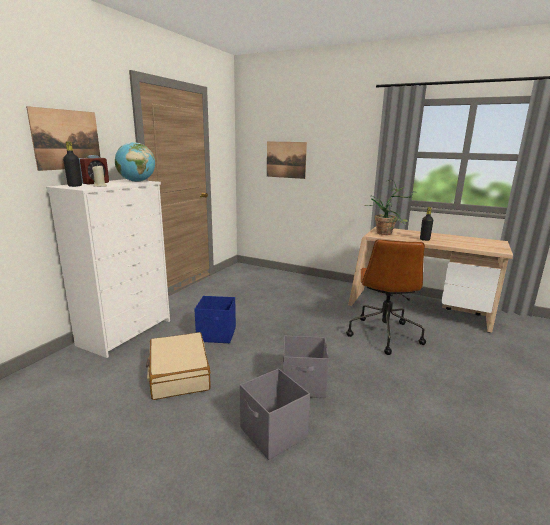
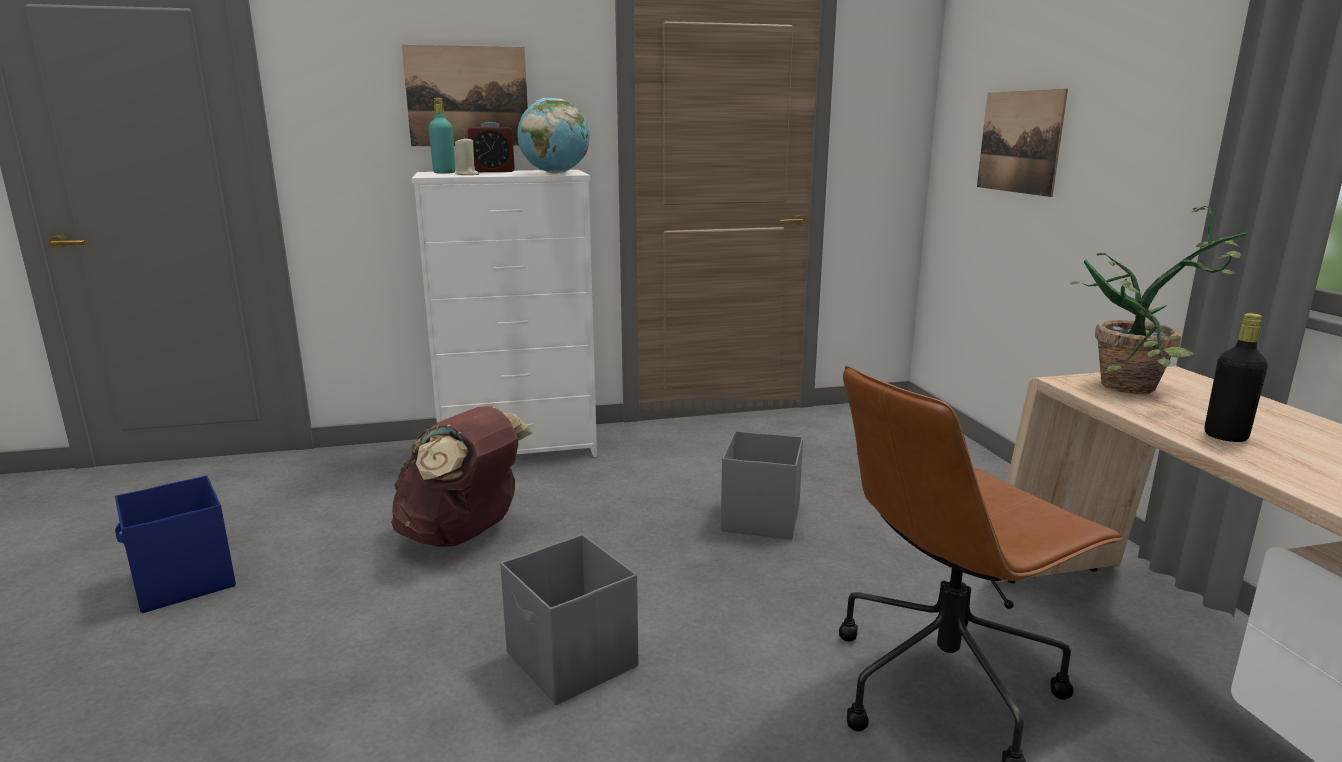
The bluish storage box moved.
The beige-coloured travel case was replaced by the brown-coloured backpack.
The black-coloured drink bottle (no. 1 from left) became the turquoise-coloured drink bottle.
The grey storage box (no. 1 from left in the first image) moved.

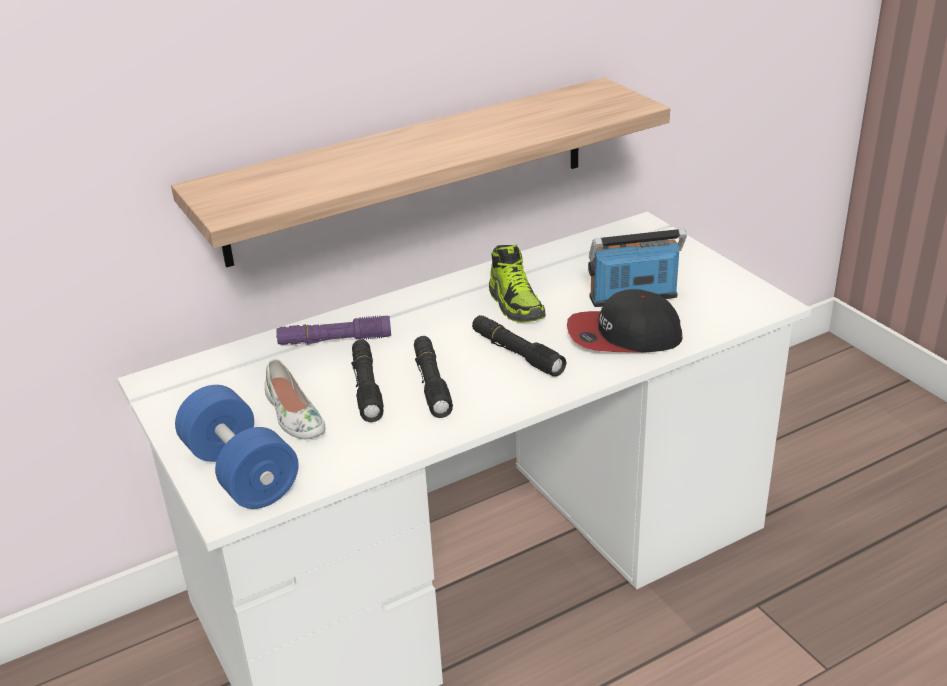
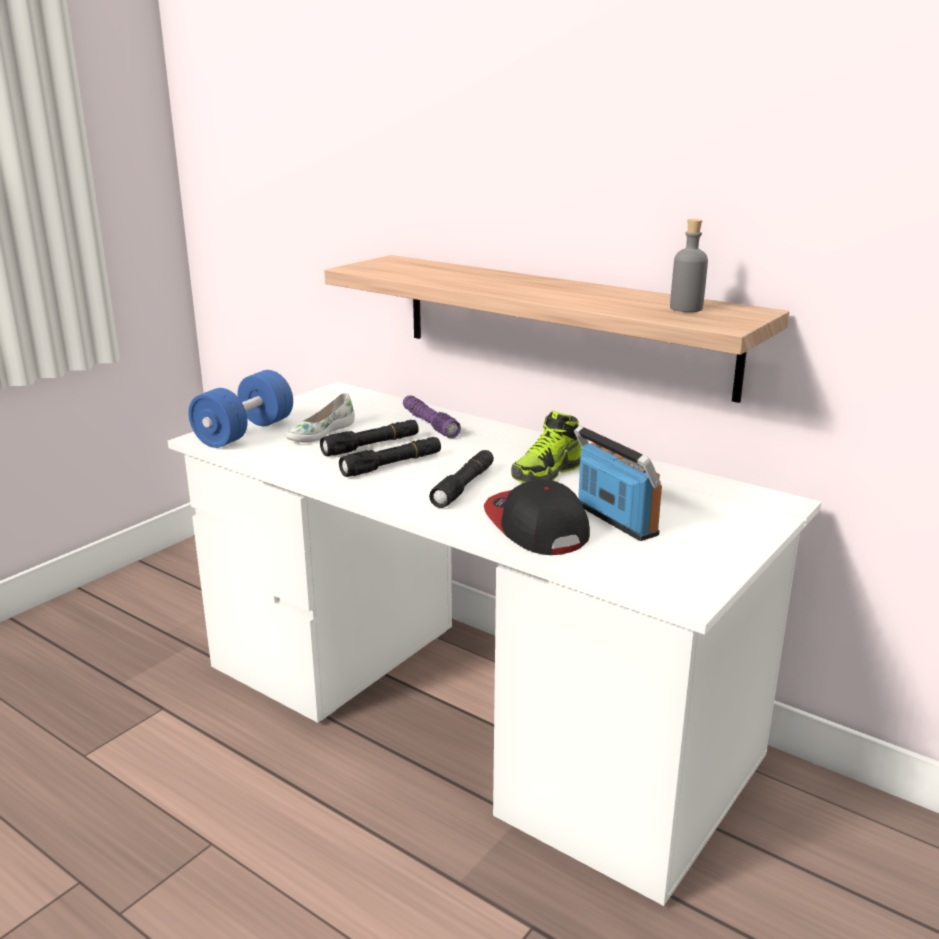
The grey drink bottle appeared.

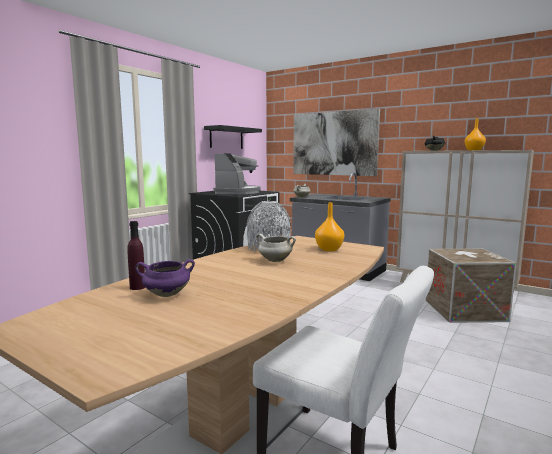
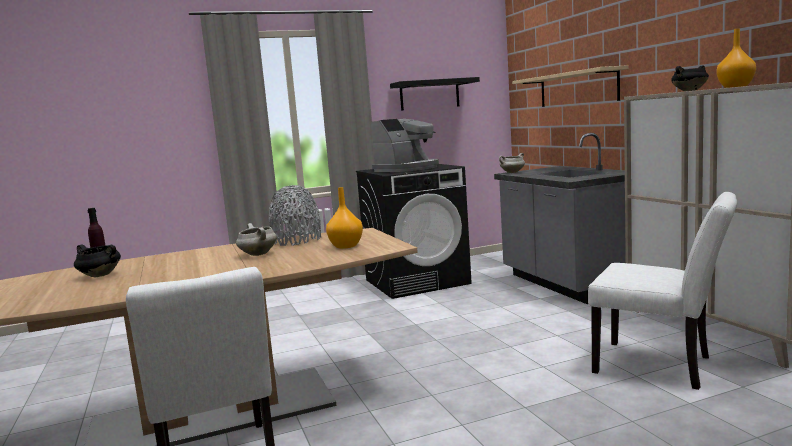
The purple stockpot became the black-coloured stockpot (no. 1 from left).
The wall picture was replaced by the beige-coloured wall shelf.
The crate was replaced by the white chair (no. 2 from left).

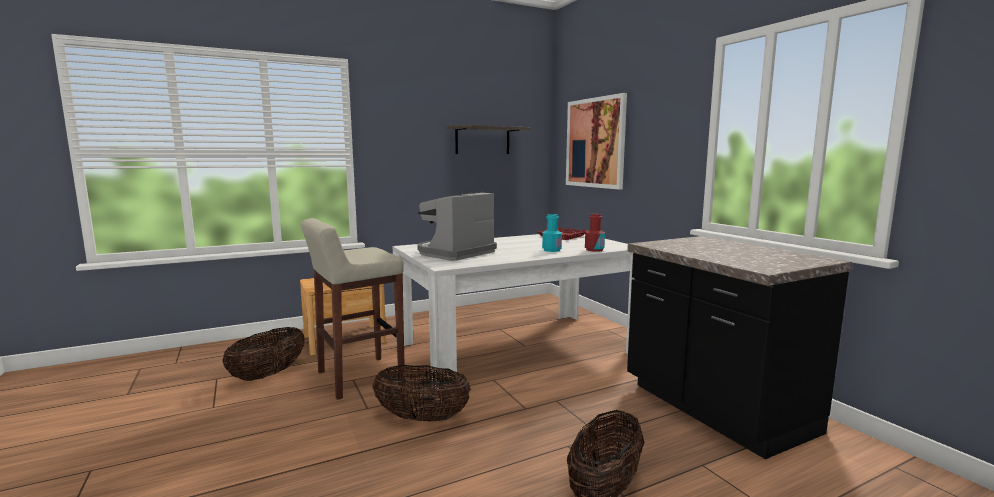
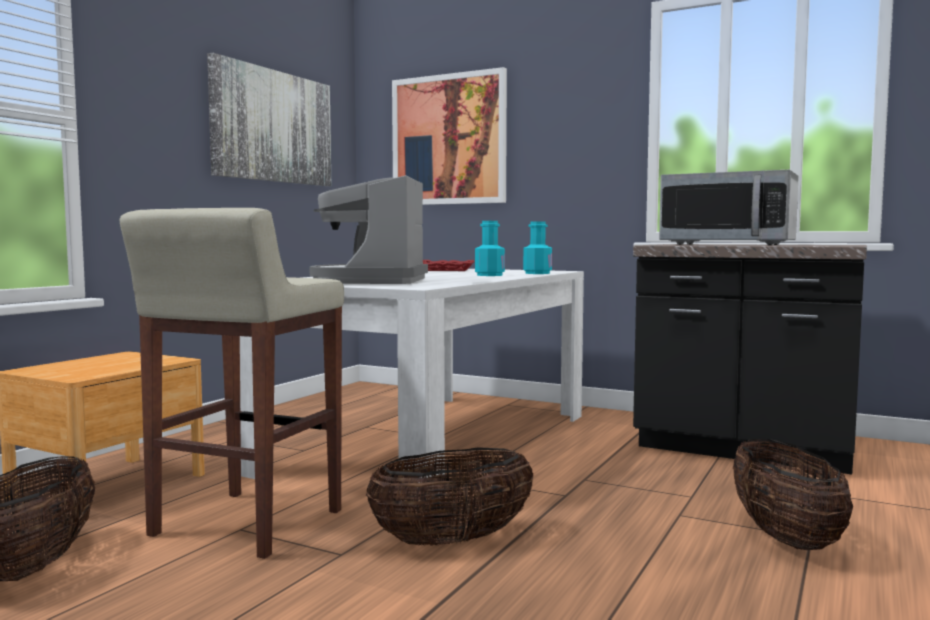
The wall shelf was replaced by the wall picture (no. 1 from left).
The red drink bottle became the turquoise-coloured drink bottle (no. 2 from left).
The microwave appeared.

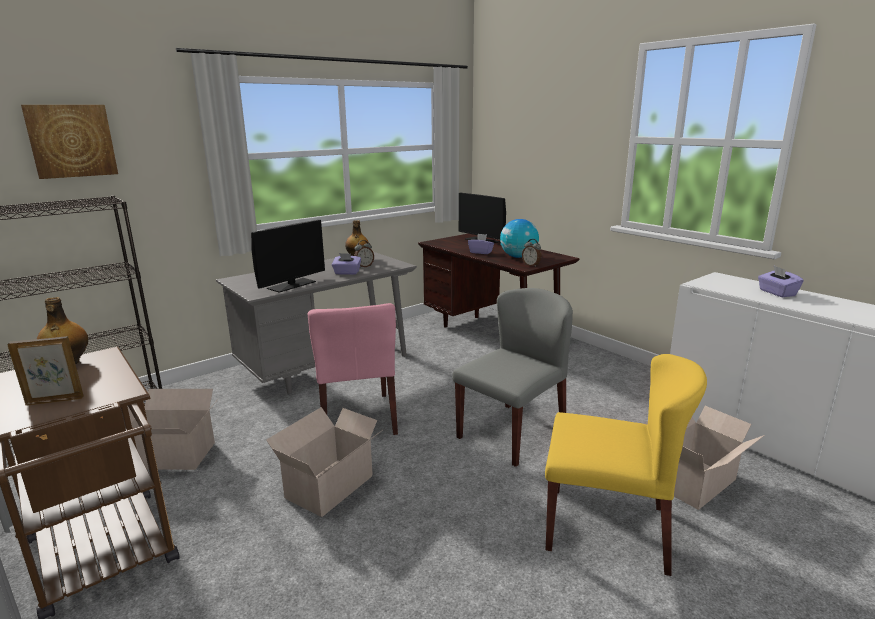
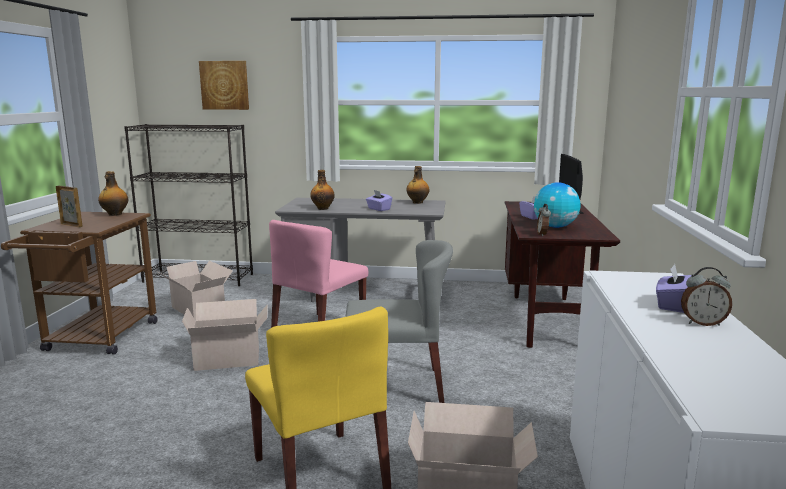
The computer screen (no. 1 from left) was replaced by the drink bottle (no. 2 from left).
The bedside clock (no. 1 from left in the first image) moved.

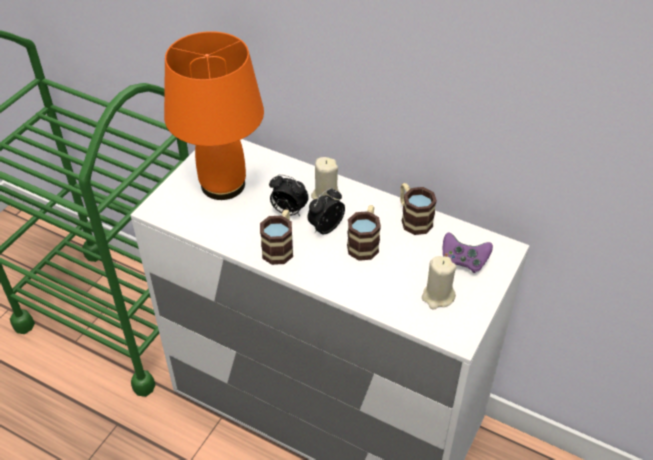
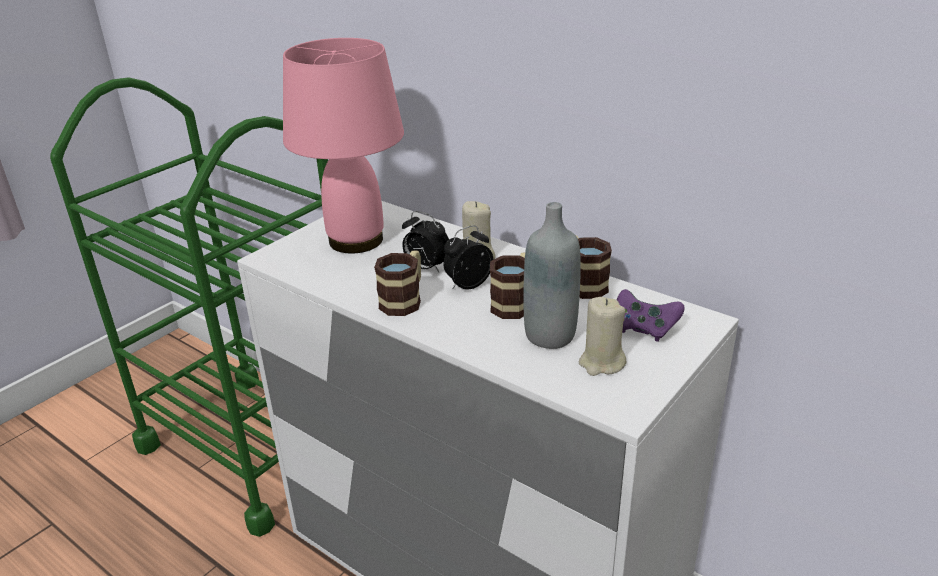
The orangey table lamp became the pinkish table lamp.
The grey drink bottle appeared.

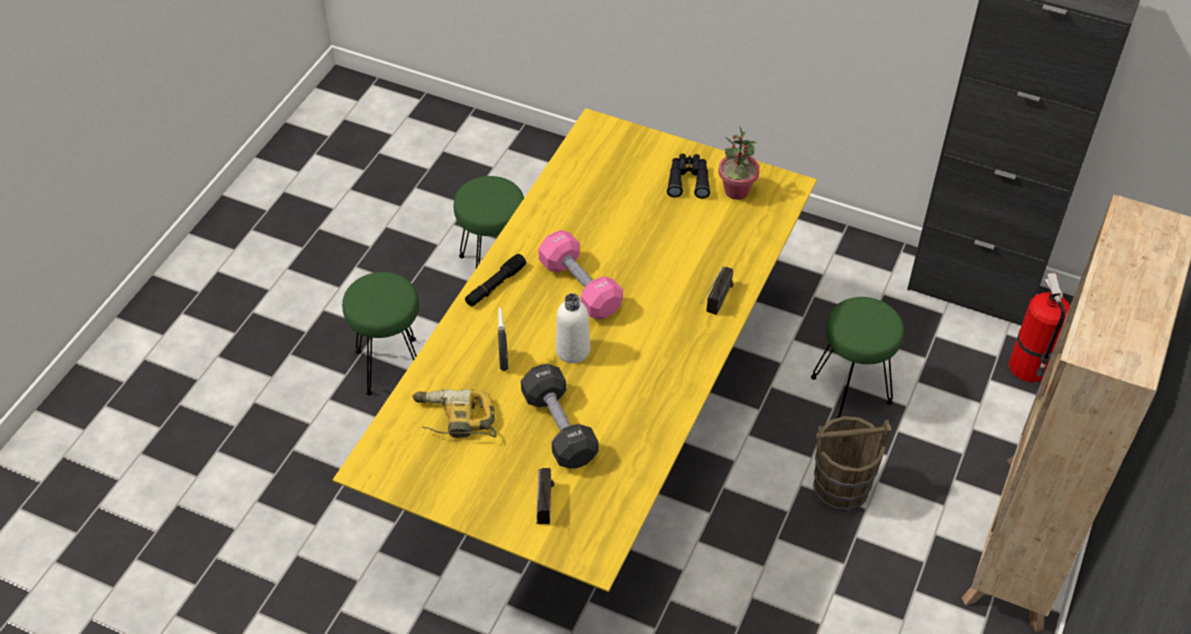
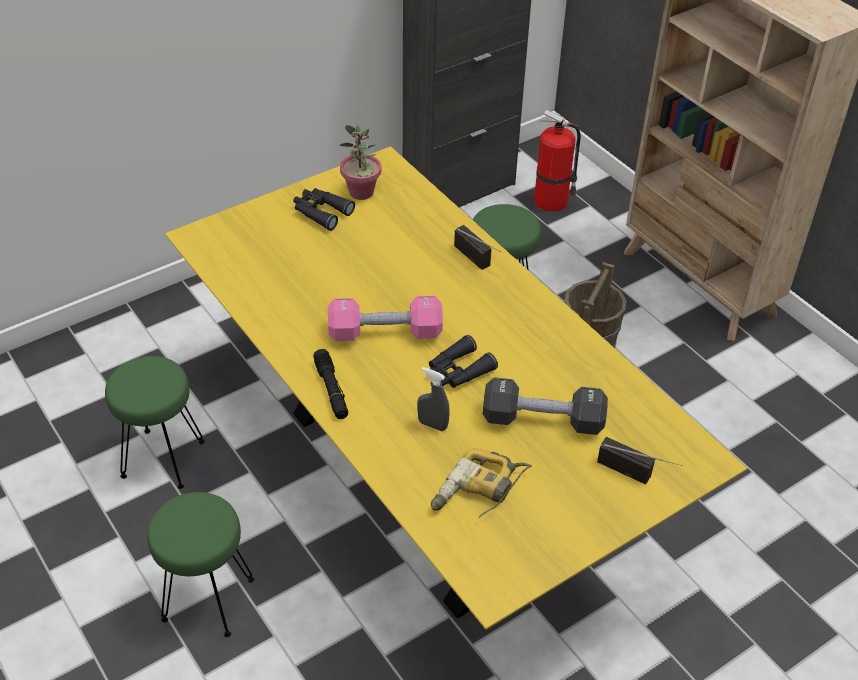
The white drink bottle was replaced by the black-coloured pair of binoculars (no. 2 from left).

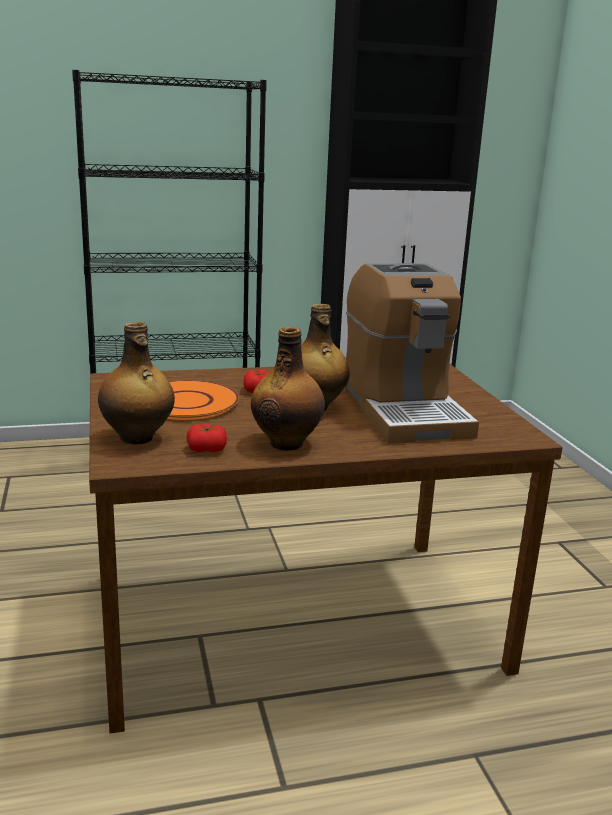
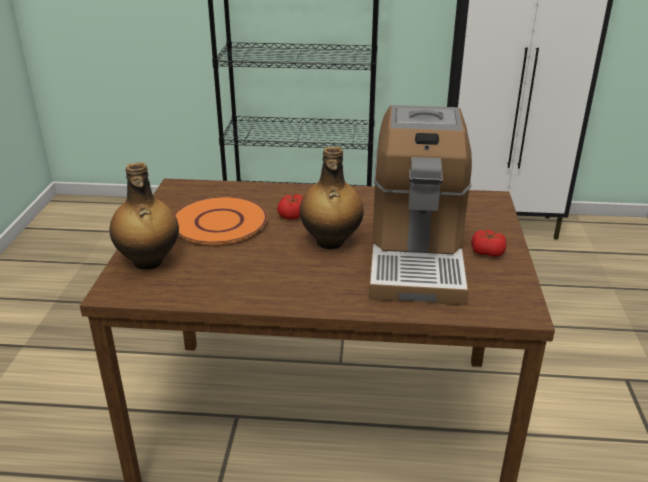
The tomato (no. 1 from left in the first image) moved.
The drink bottle (no. 2 from left) disappeared.

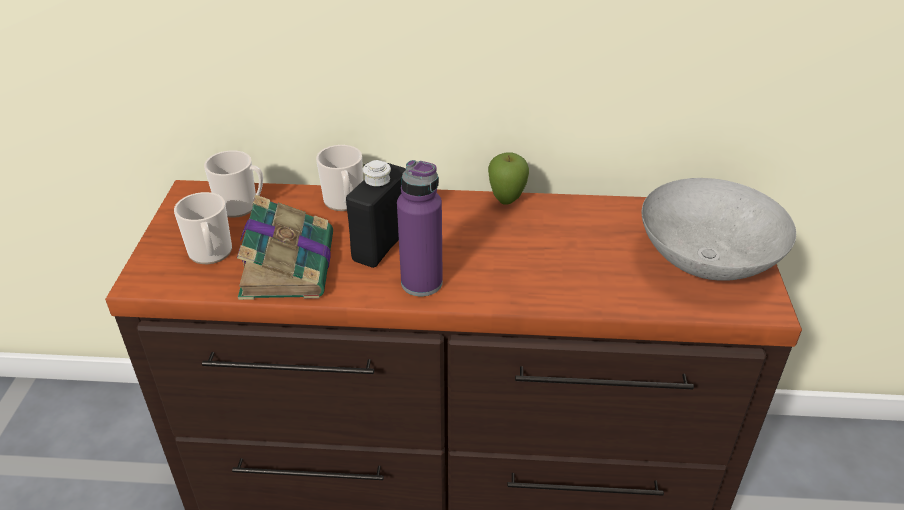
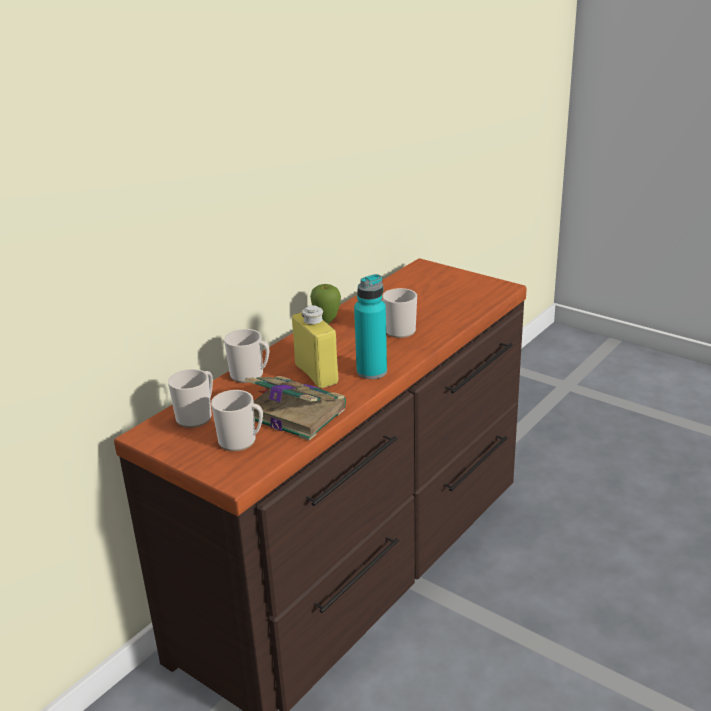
The black-coloured drink bottle became the yellow-coloured drink bottle.
The purple drink bottle became the turquoise-coloured drink bottle.
The mug (no. 4 from left) appeared.
The grey bowl disappeared.

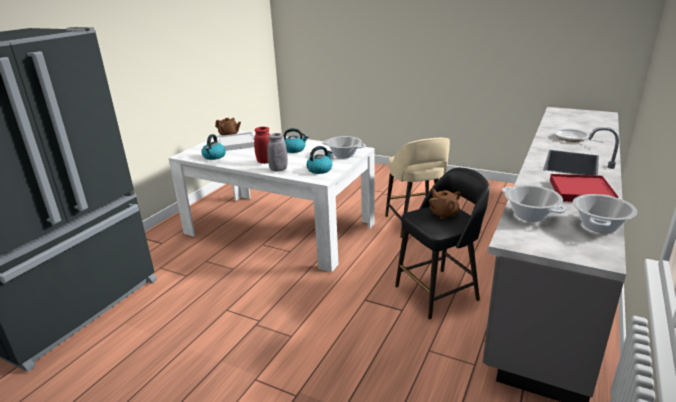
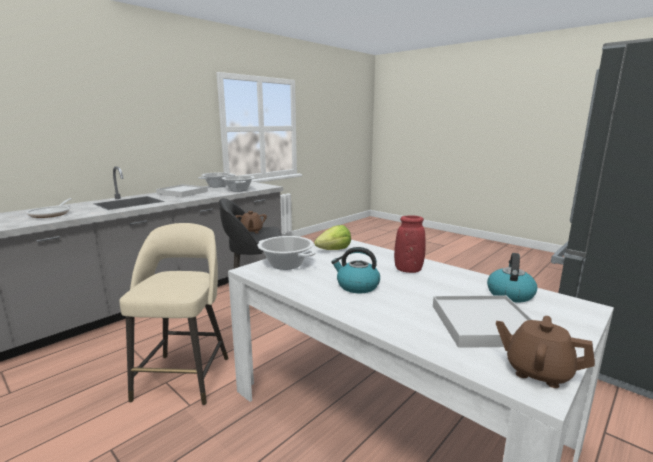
The red tray became the white tray (no. 1 from left).
The kettle (no. 3 from left) was replaced by the lettuce.
The grey decorative vase disappeared.

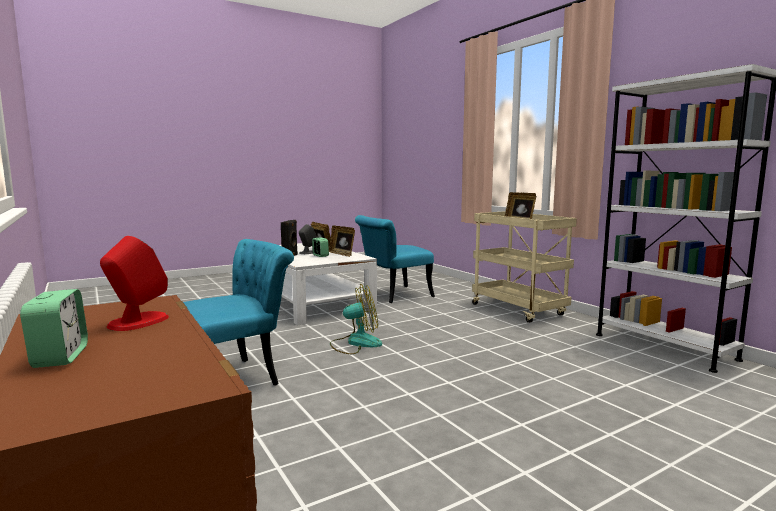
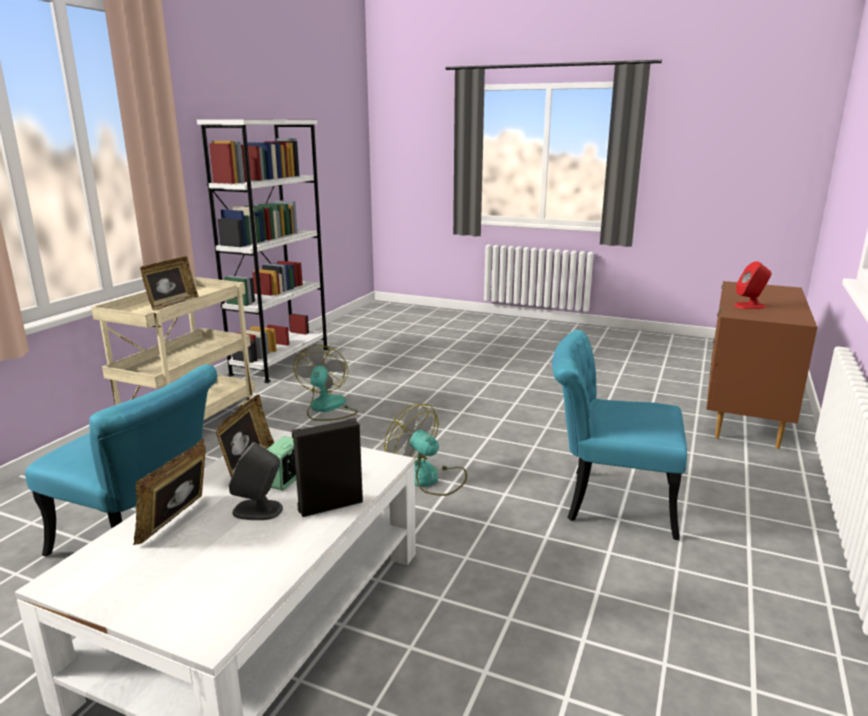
The electric fan (no. 1 from left) appeared.
The bedside clock (no. 1 from left) disappeared.

